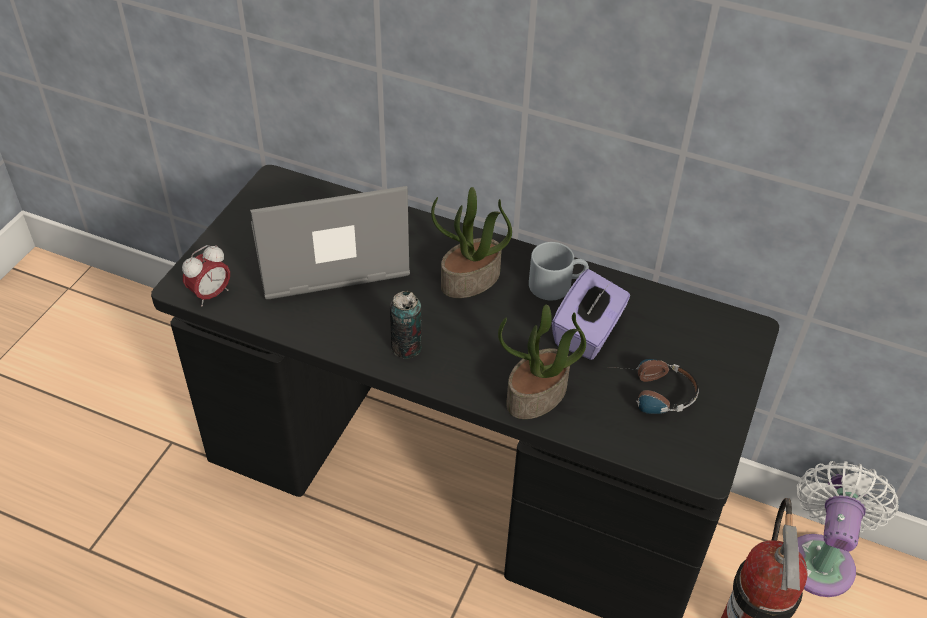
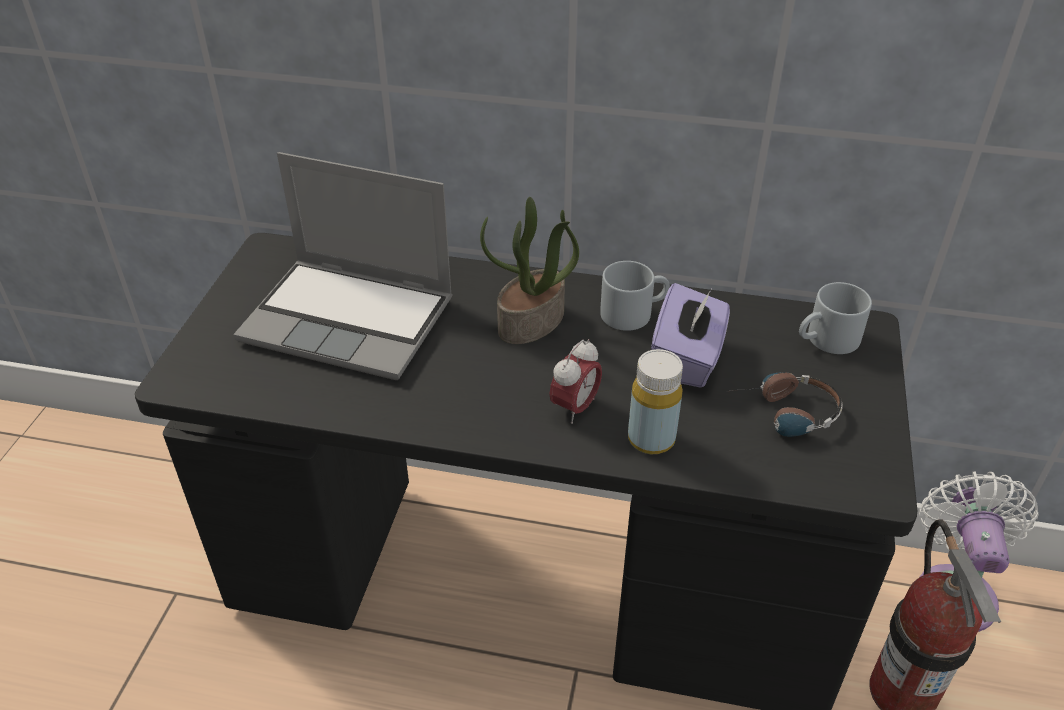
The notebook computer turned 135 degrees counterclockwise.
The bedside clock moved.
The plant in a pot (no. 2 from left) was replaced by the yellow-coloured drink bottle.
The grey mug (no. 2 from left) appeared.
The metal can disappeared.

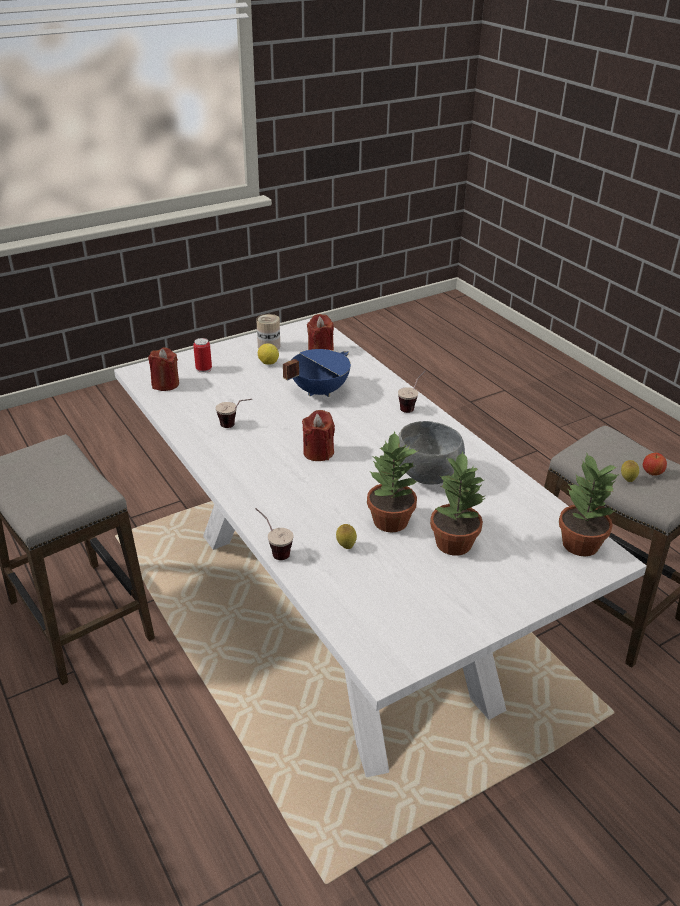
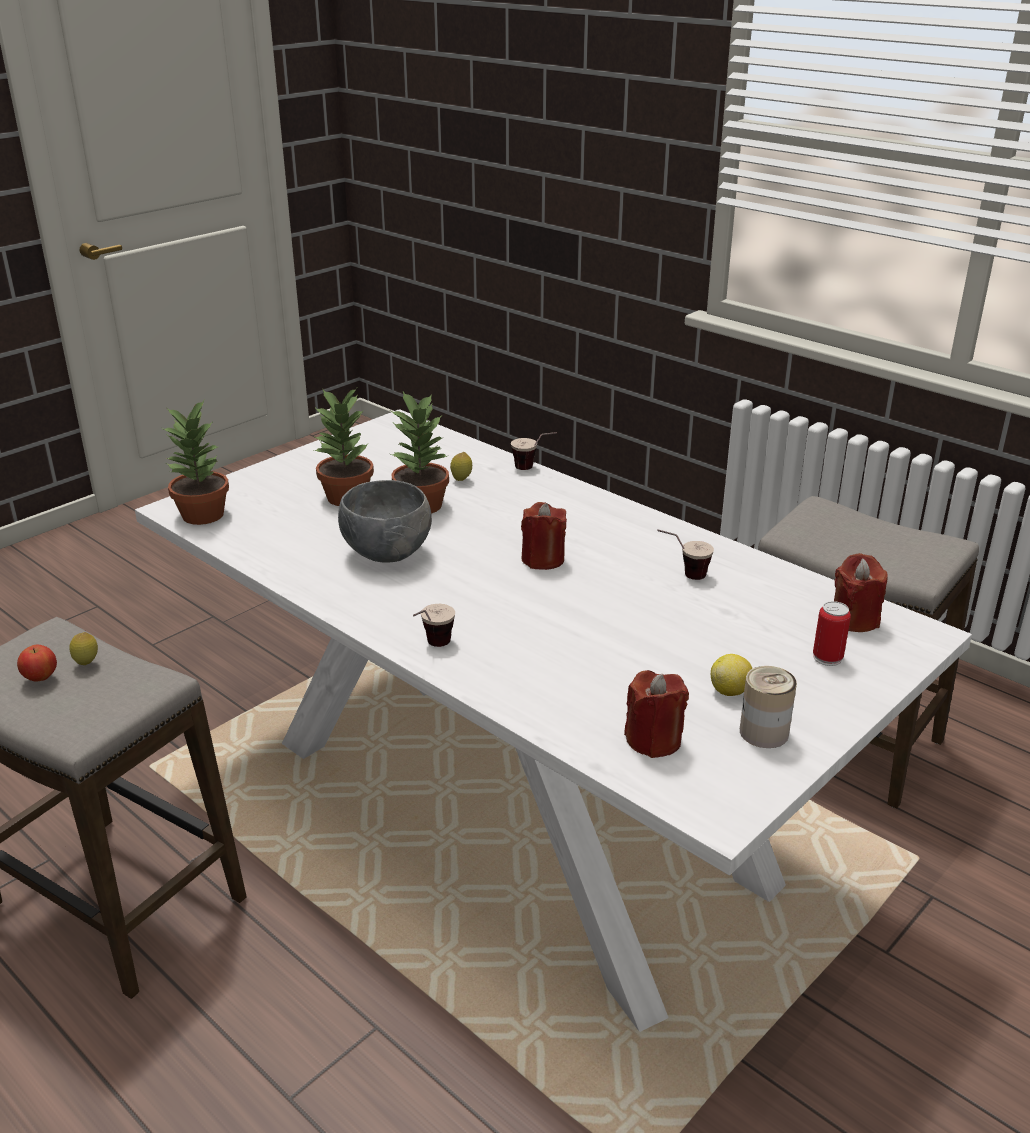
The bluish stockpot disappeared.

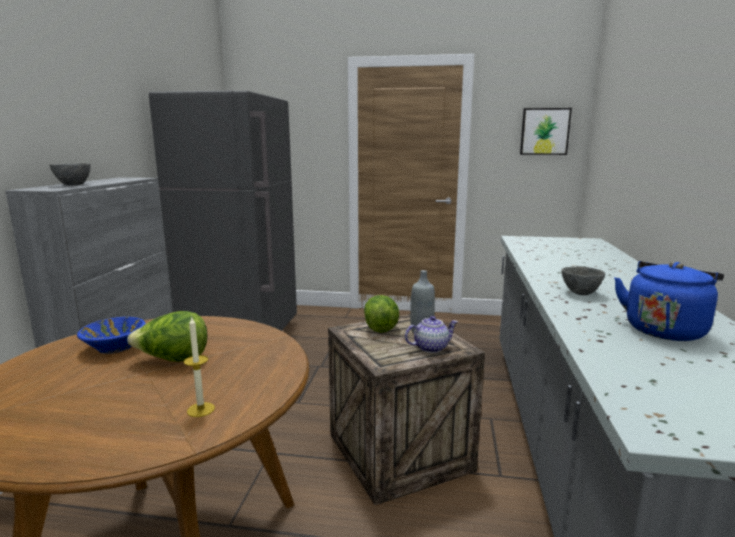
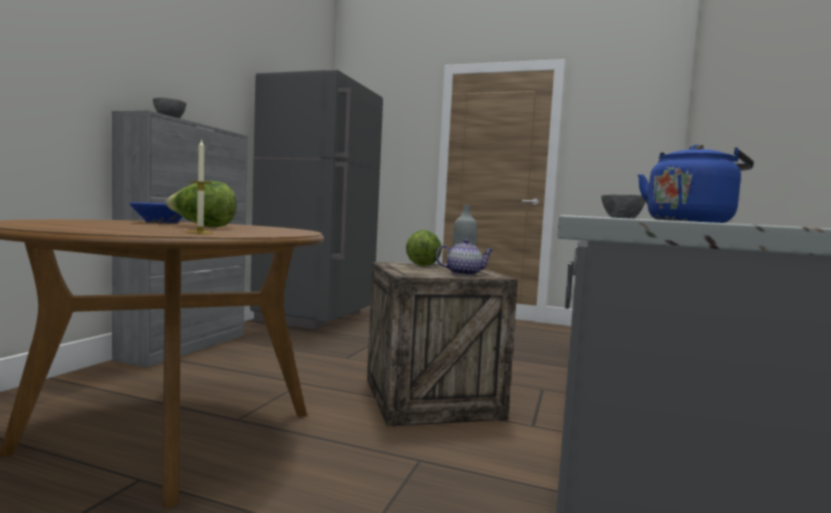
The wall picture disappeared.

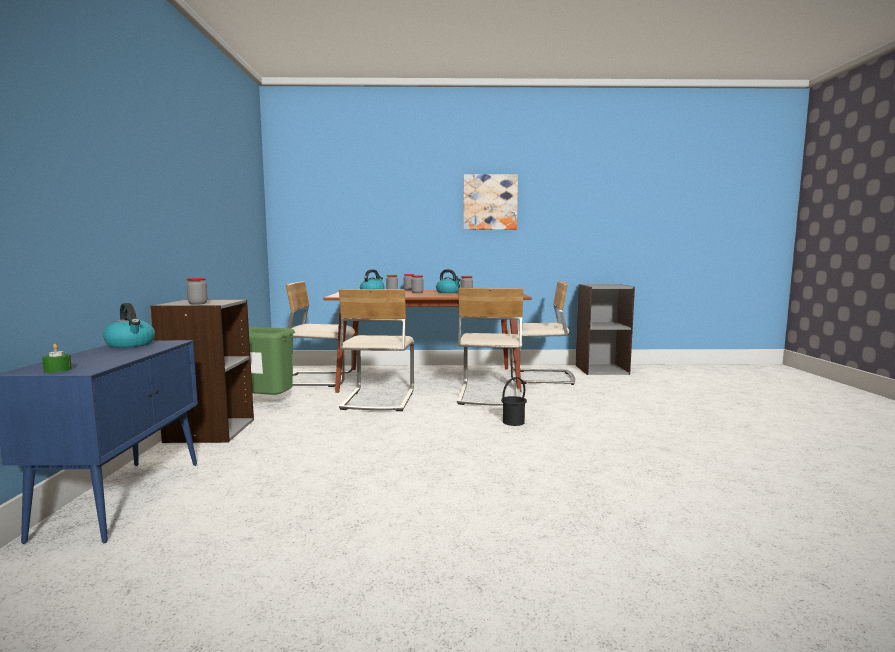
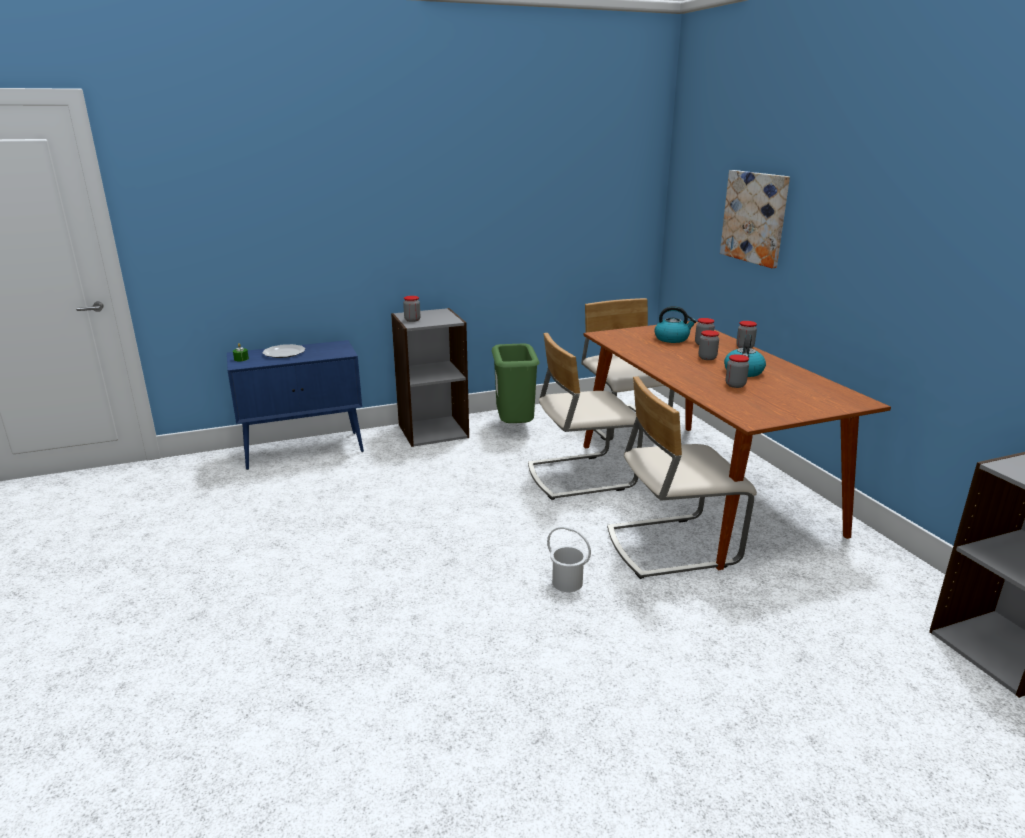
The dinner plate appeared.
The black-coloured water bucket became the white water bucket.
The wall picture moved.
The kettle (no. 1 from left) disappeared.
The beige-coloured chair (no. 4 from left) disappeared.

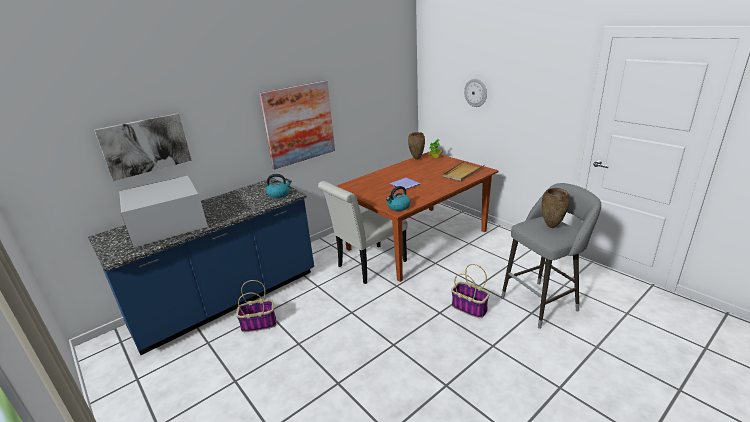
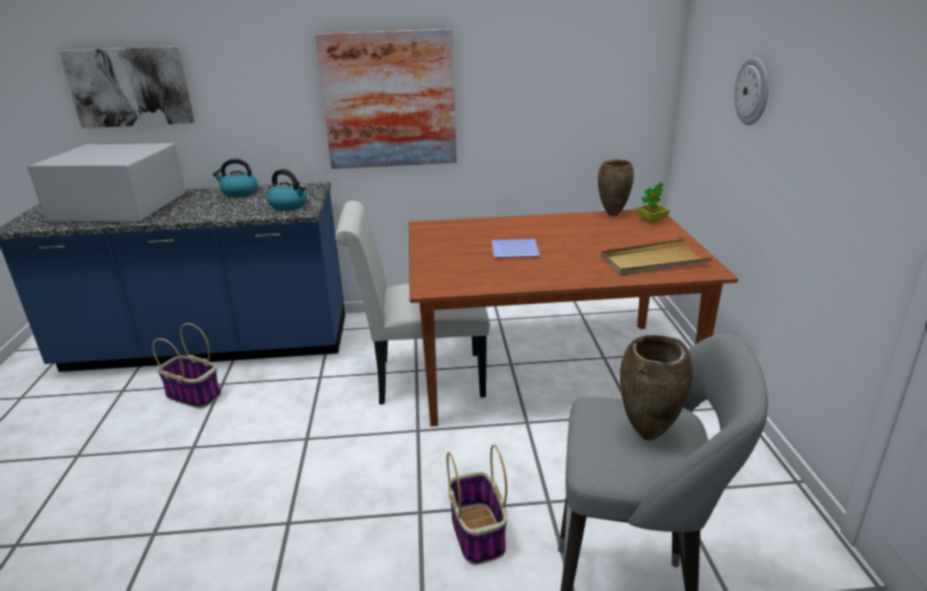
The kettle (no. 2 from left in the first image) moved.

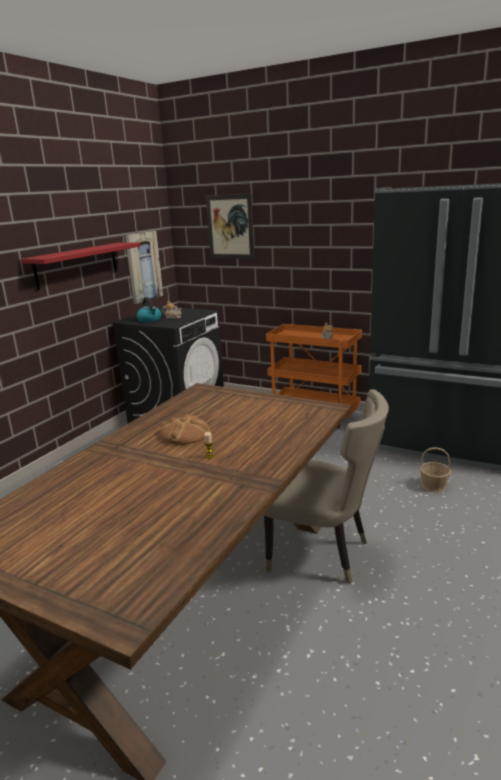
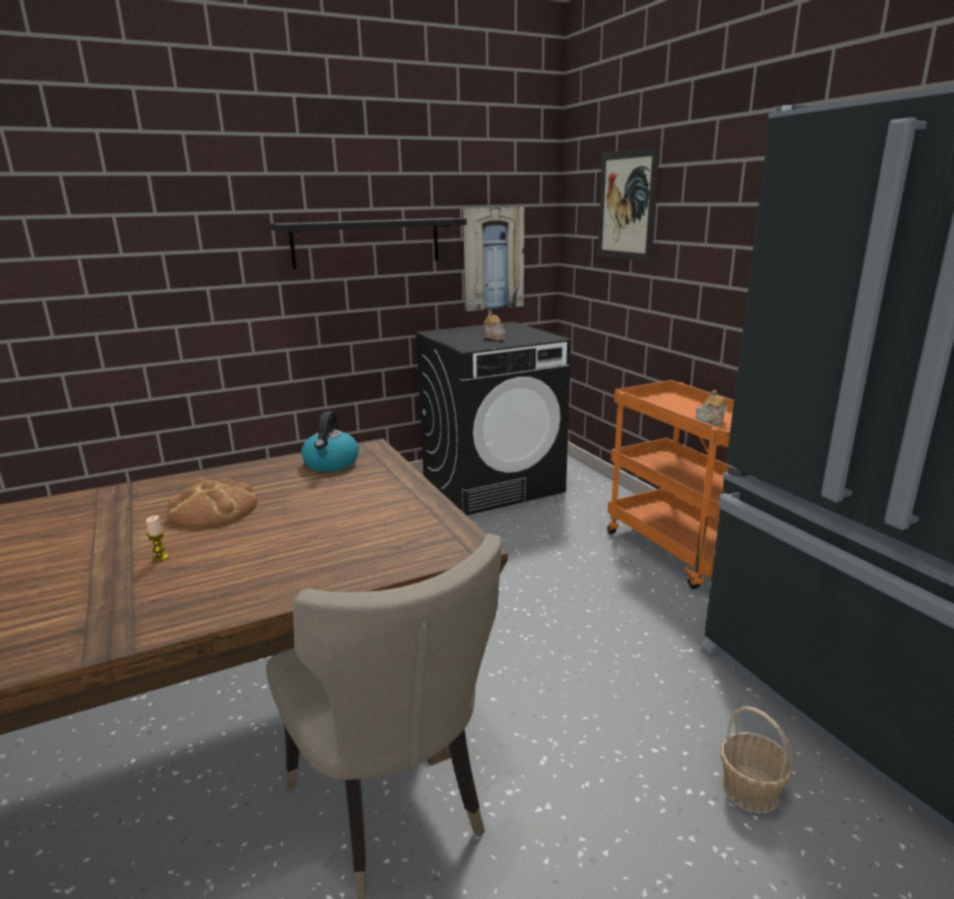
The red wall shelf became the black-coloured wall shelf.
The kettle moved.

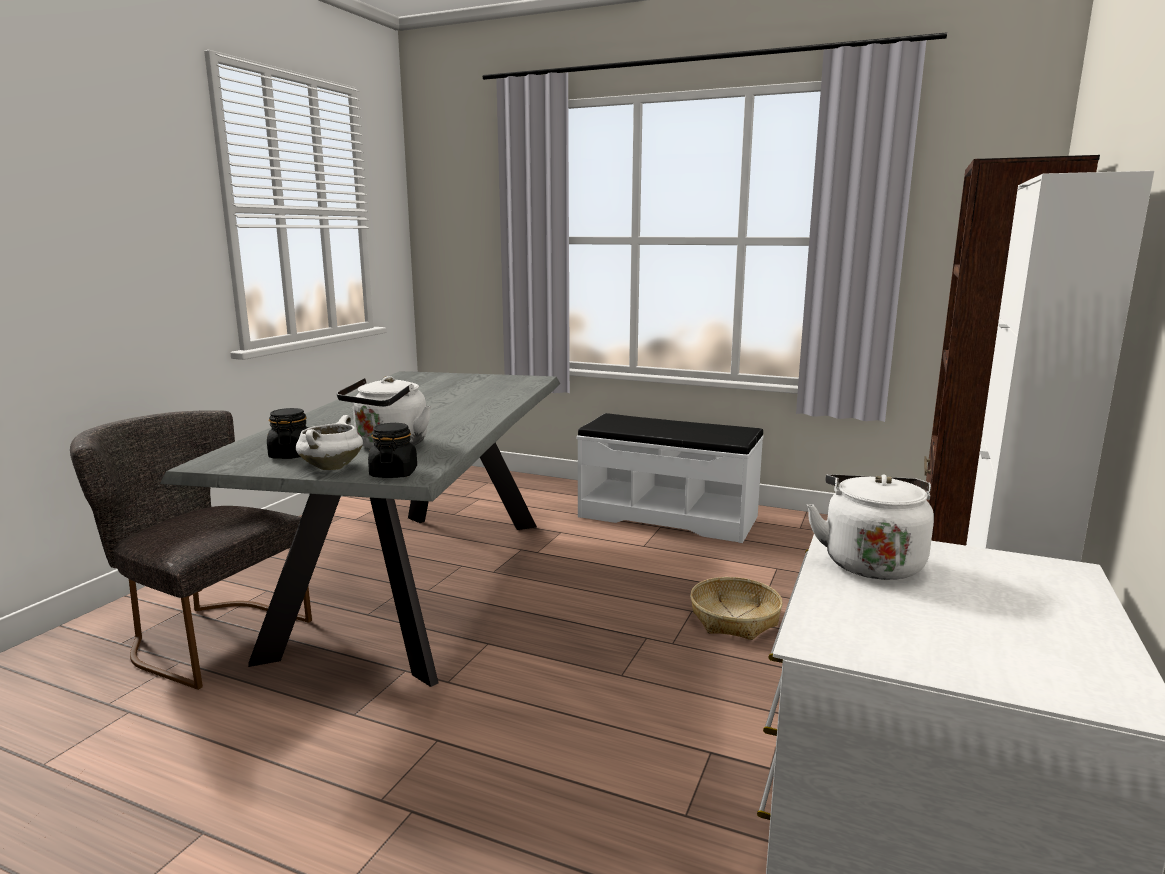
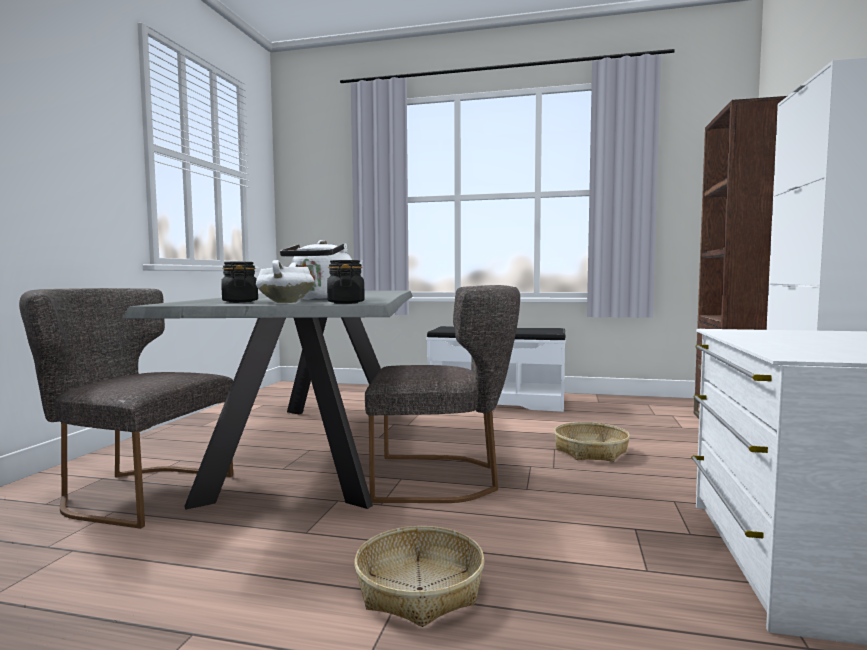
The household basket (no. 1 from left) appeared.
The grey chair (no. 2 from left) appeared.
The white kettle (no. 2 from left) disappeared.

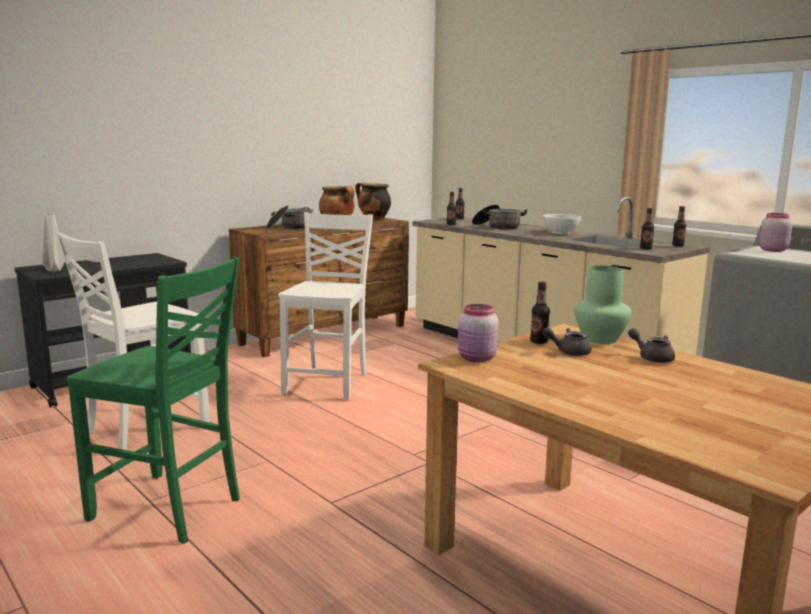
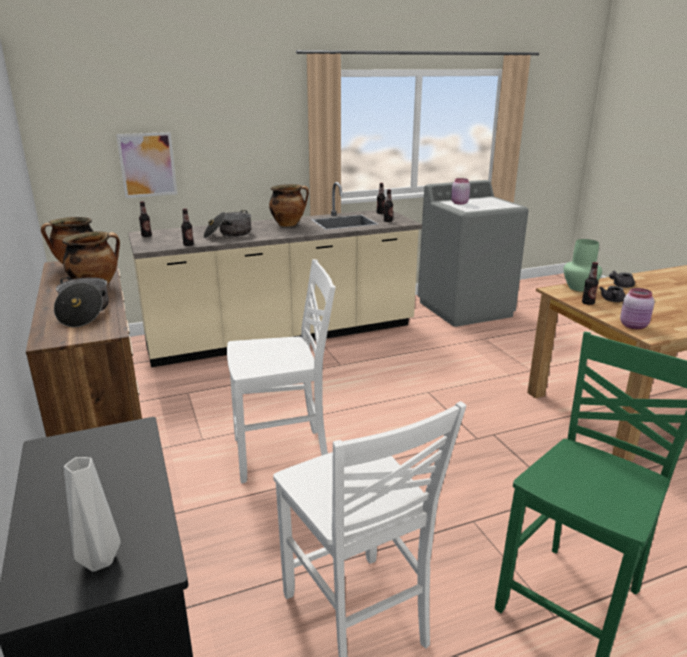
The wall picture appeared.
The white chair (no. 2 from left in the first image) turned 135 degrees clockwise.
The white bowl was replaced by the stockpot (no. 5 from left).

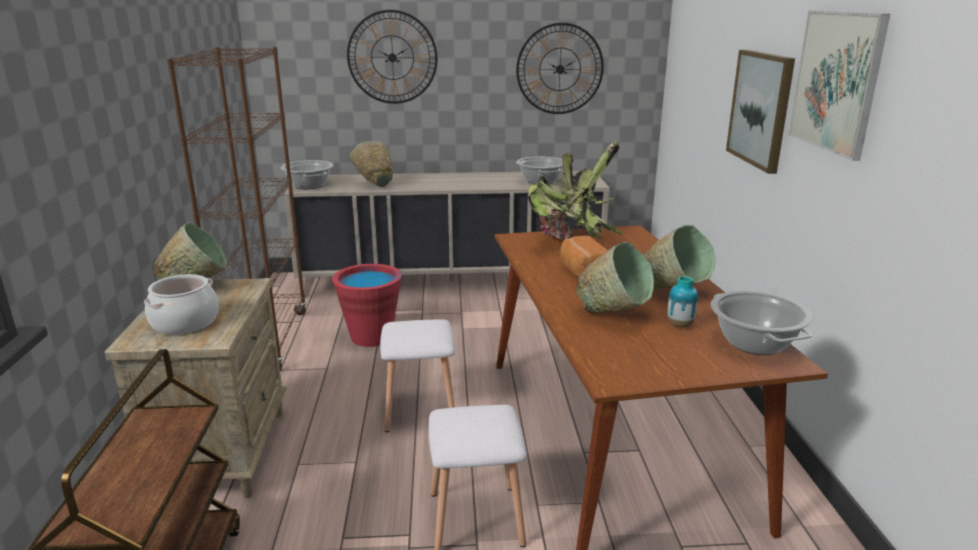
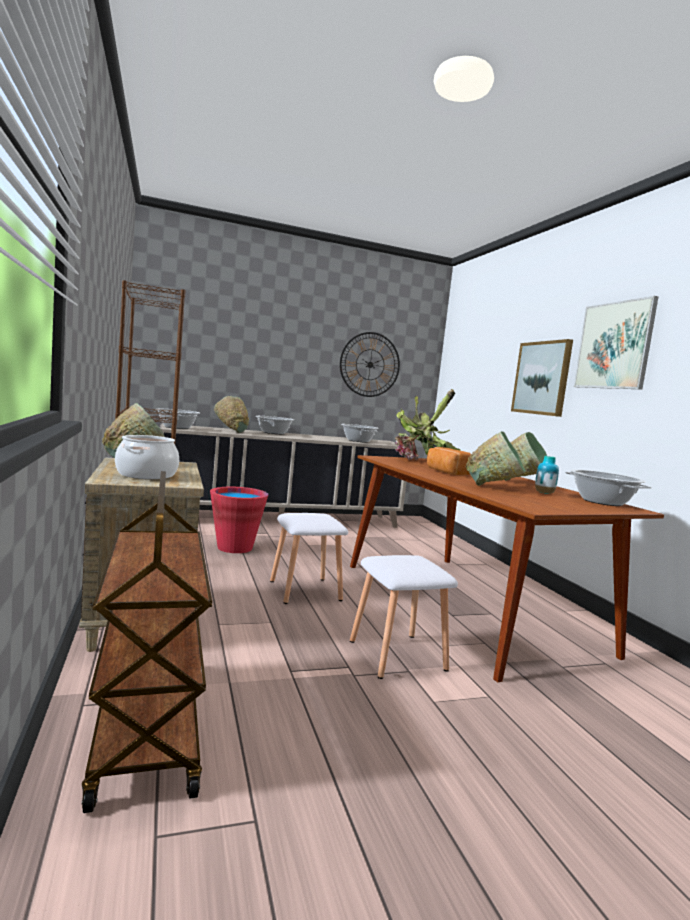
The stockpot (no. 3 from left) appeared.
The wall clock (no. 1 from left) disappeared.

